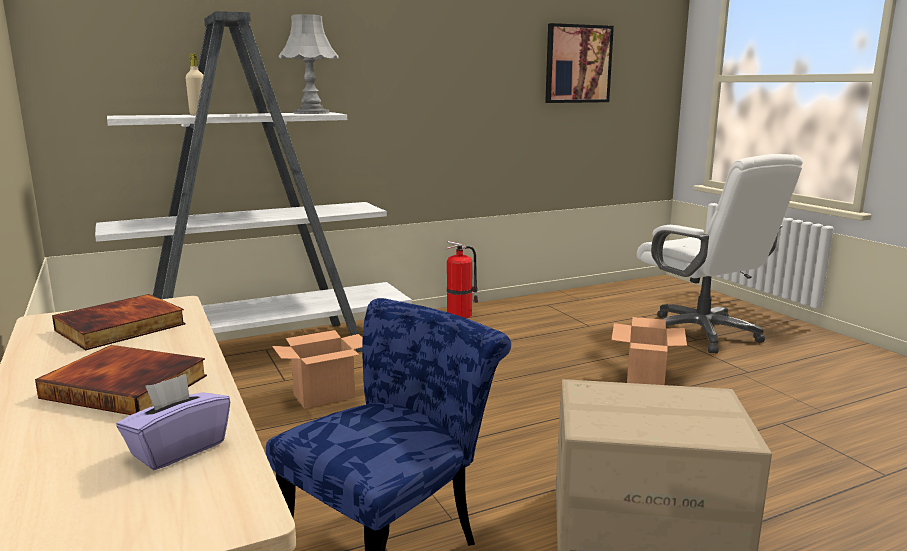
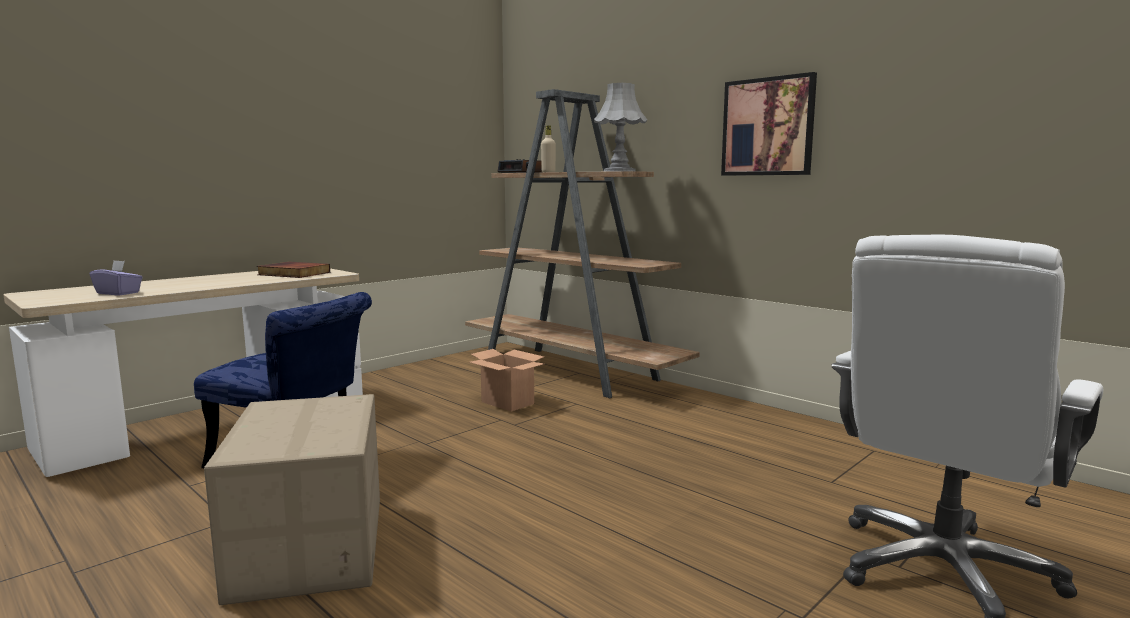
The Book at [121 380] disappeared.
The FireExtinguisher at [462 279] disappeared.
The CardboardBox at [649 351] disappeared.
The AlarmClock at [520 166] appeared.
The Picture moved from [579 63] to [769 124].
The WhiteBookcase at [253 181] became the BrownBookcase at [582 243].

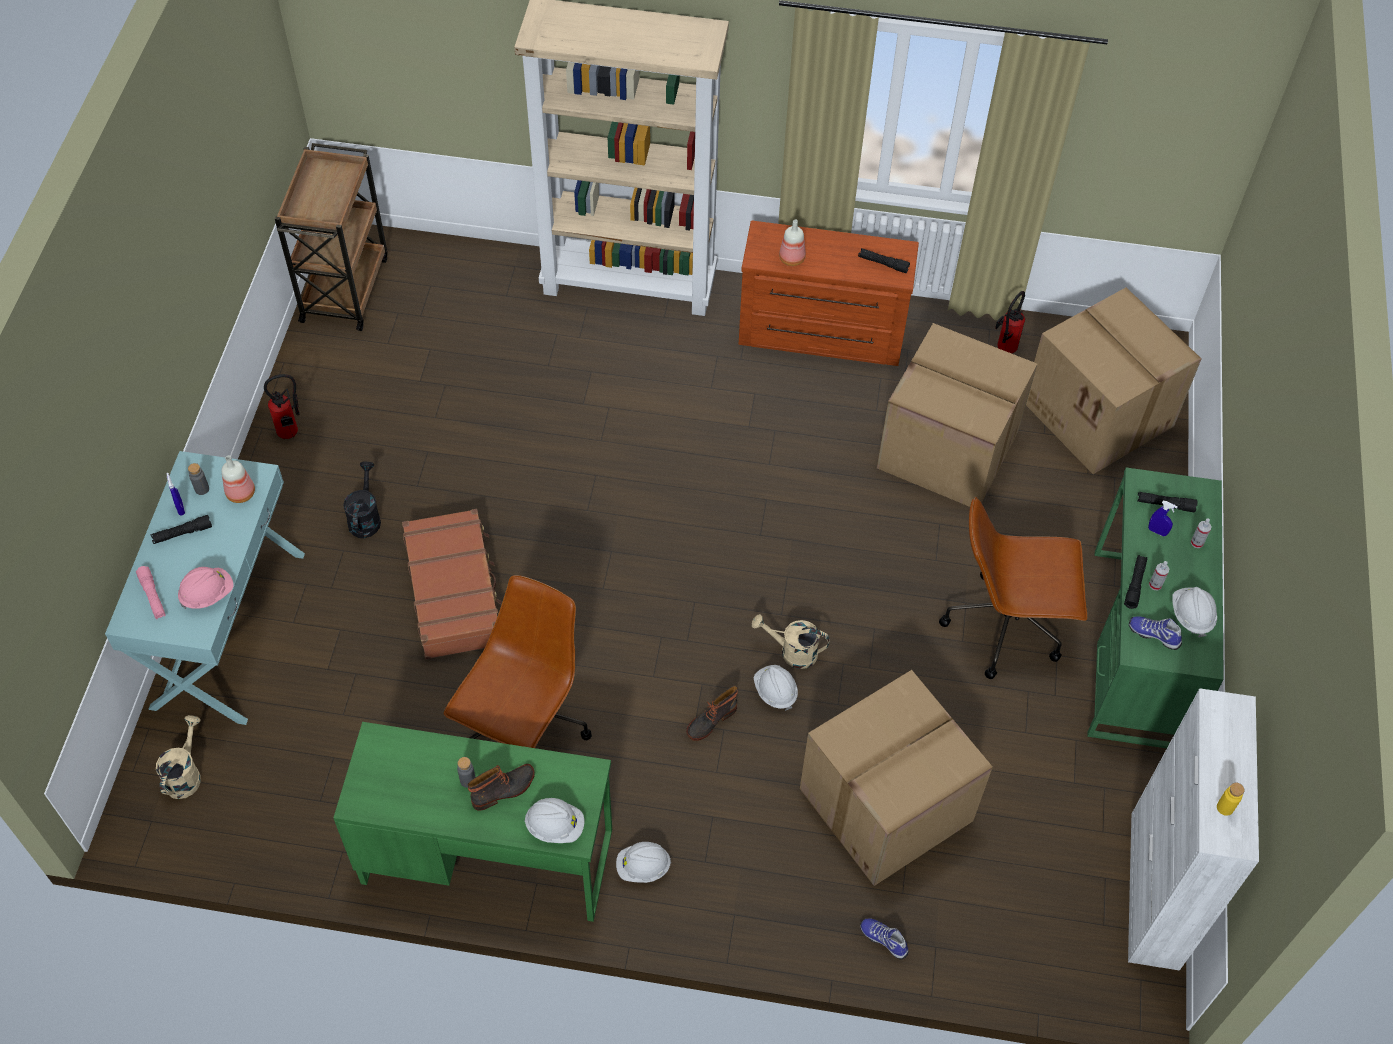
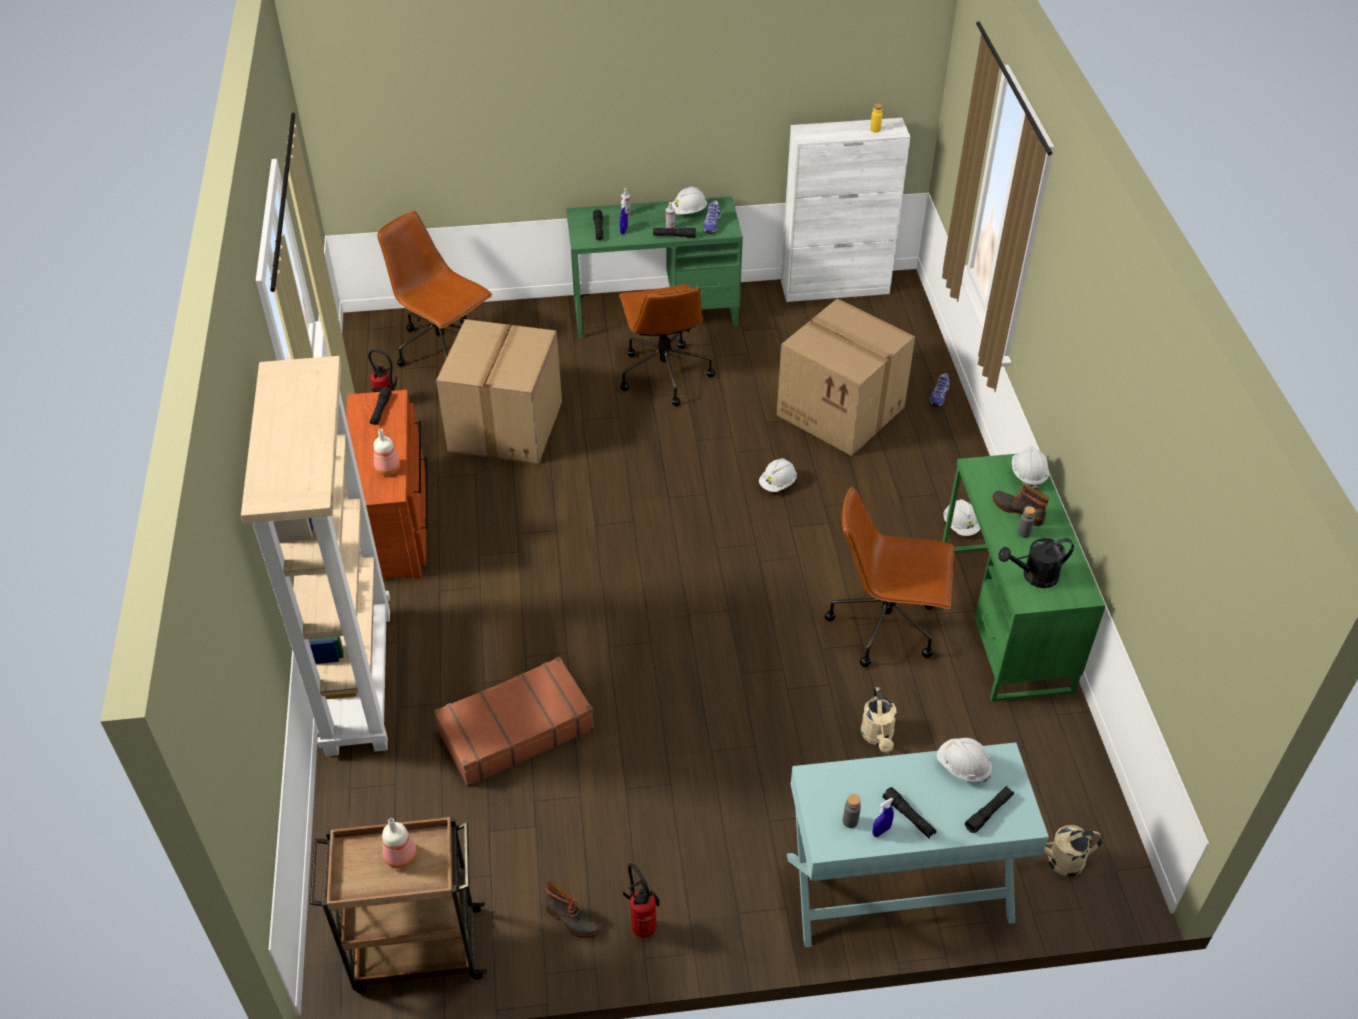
The Bottle moved from [238 479] to [399 843].
The BlackWateringCan moved from [362 500] to [1036 563].
The BrownSuitcase moved from [452 584] to [514 721].
The Boot moved from [712 713] to [573 909].
The BeigeWateringCan moved from [791 641] to [879 720].
The CardboardBox at [1113 381] was replaced by the BrownOfficeChair at [434 288].
The PinkFlashlight at [151 592] became the BlackFlashlight at [989 809].
The PinkHardHat at [205 588] became the WhiteHardHat at [964 760].

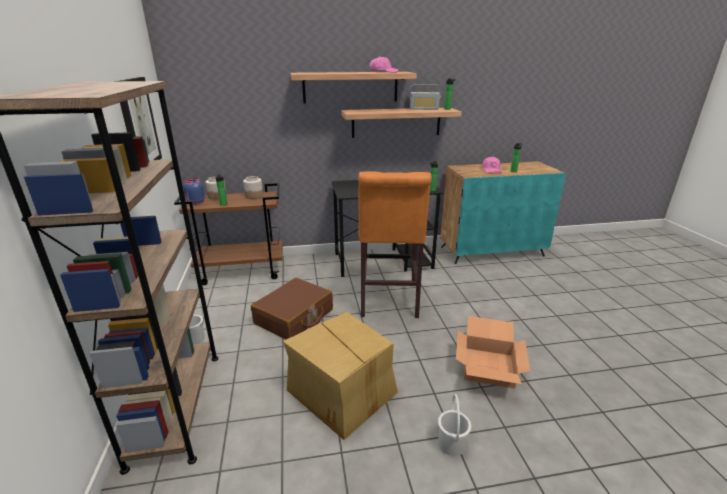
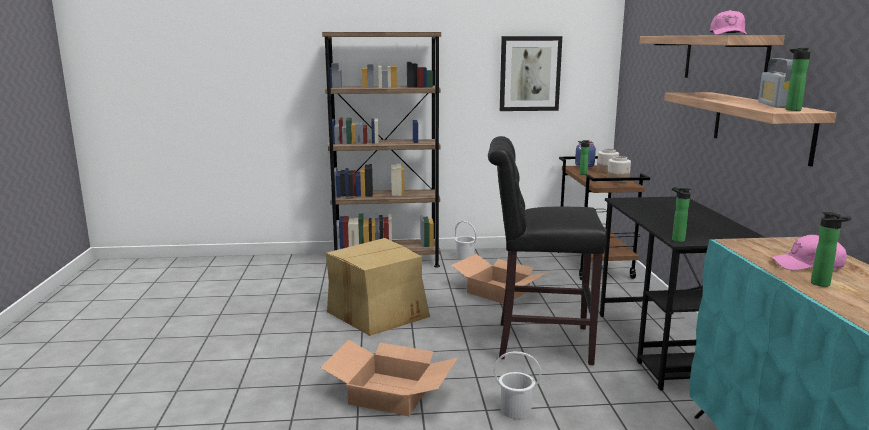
The WhiteBucket moved from [454 425] to [517 385].
The BrownSuitcase at [292 309] was replaced by the CardboardBox at [499 279].
The OrangeStool at [395 245] became the BlackStool at [547 251].

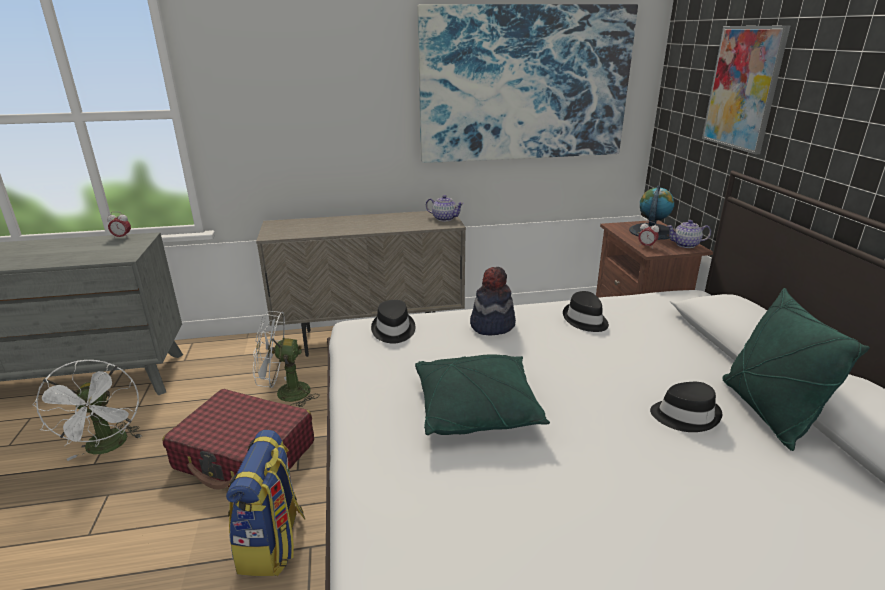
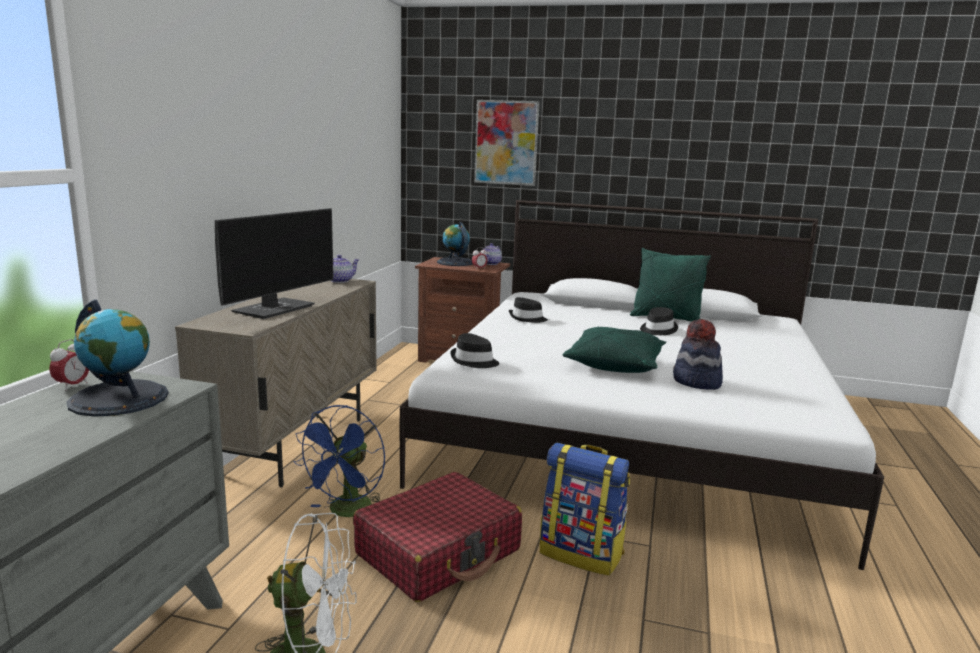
The Picture at [528 83] disappeared.
The Globe at [117 358] appeared.
The Monitor at [274 263] appeared.
The Hat moved from [493 301] to [698 354].
The WhiteFan at [286 359] became the BlueFan at [339 461].

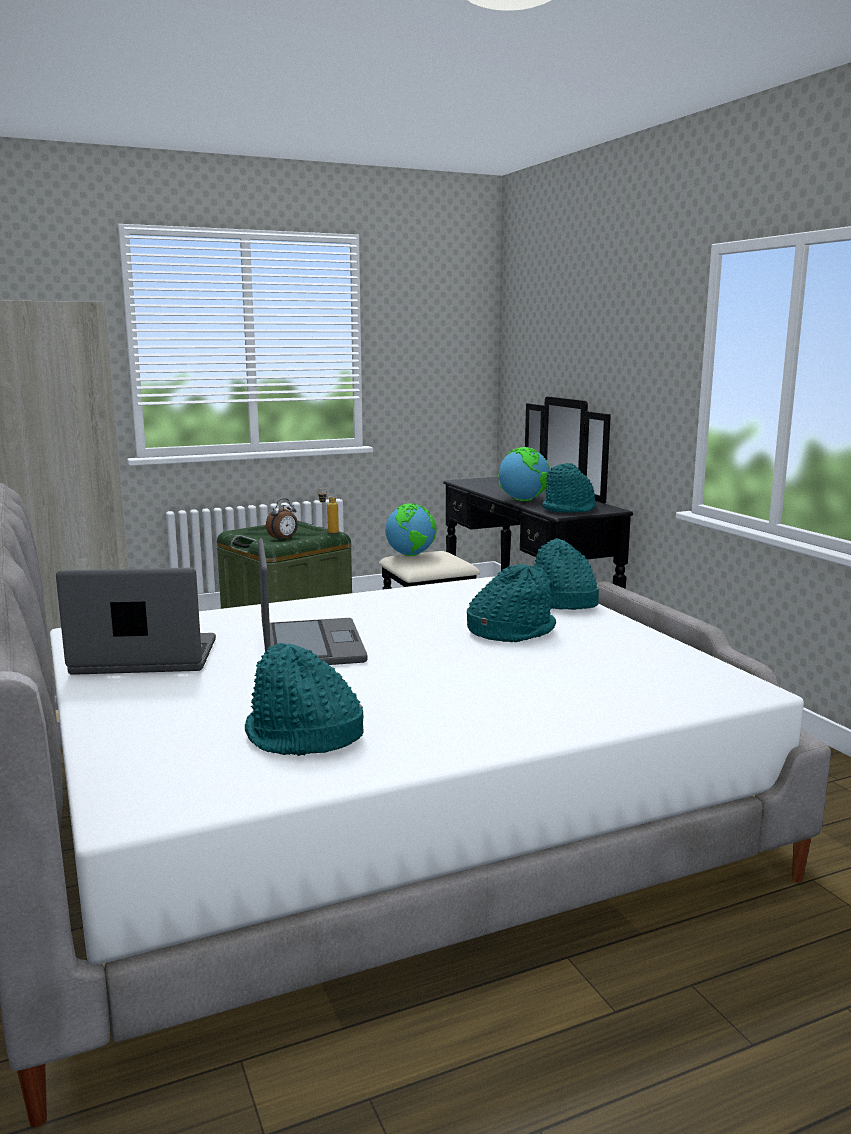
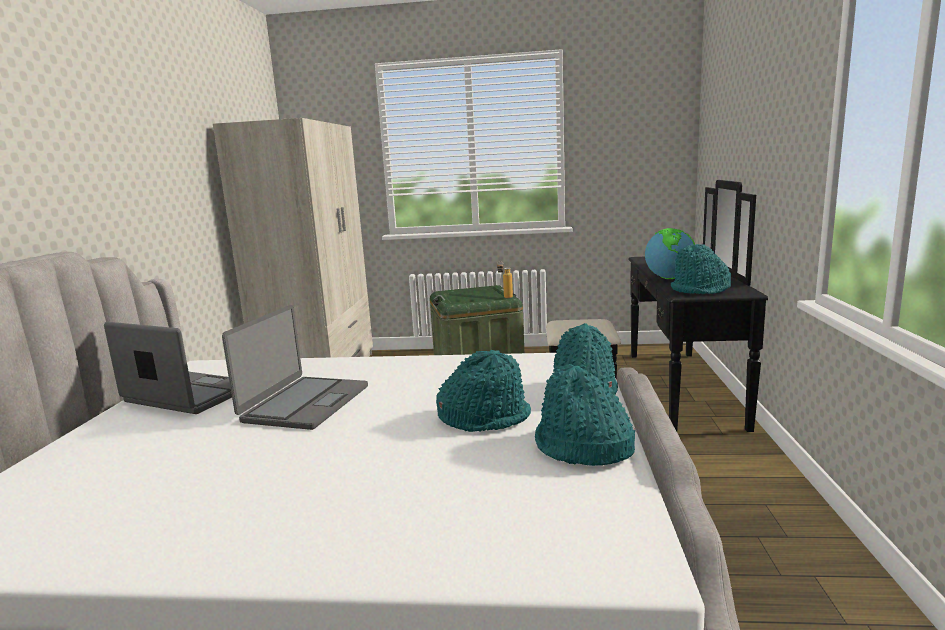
The AlarmClock at [282 519] disappeared.
The Globe at [411 530] disappeared.
The TurquoiseHat moved from [304 699] to [585 415].

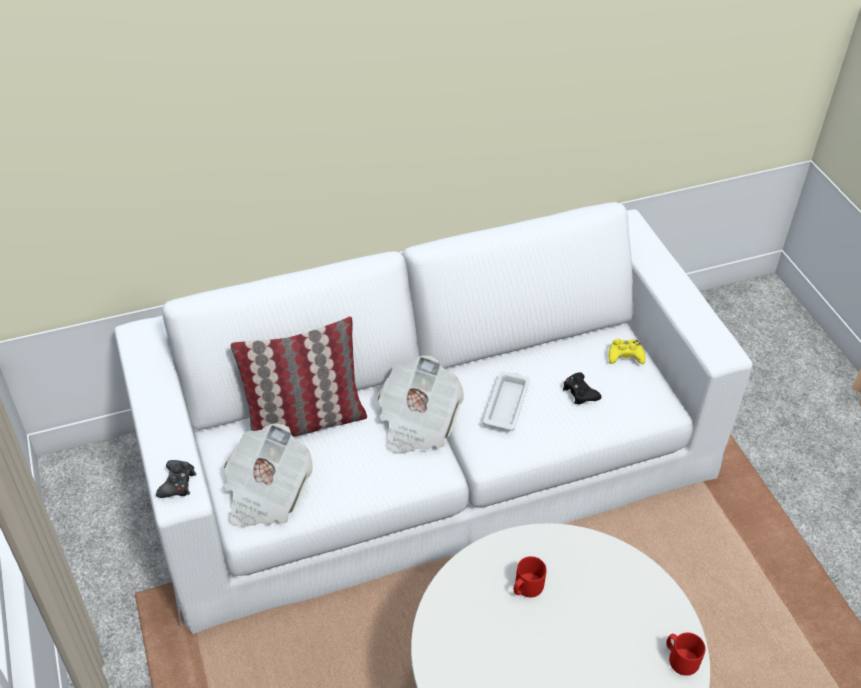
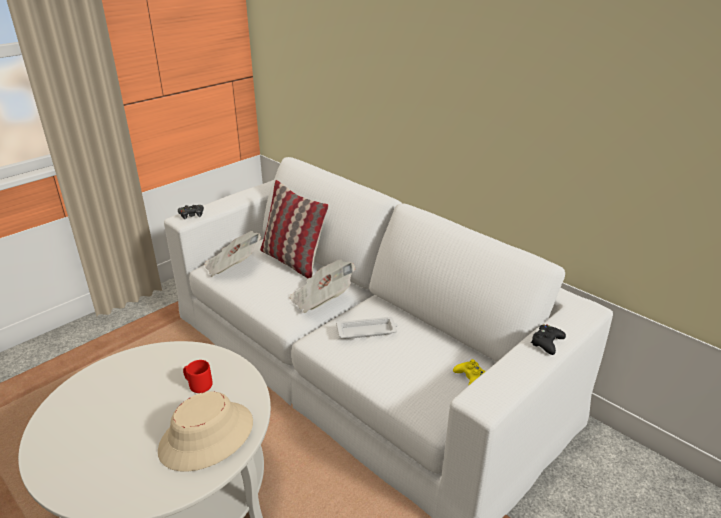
The RedMug at [685 654] disappeared.
The BeigeHat at [205 431] appeared.
The BlackGameController moved from [582 388] to [548 339].

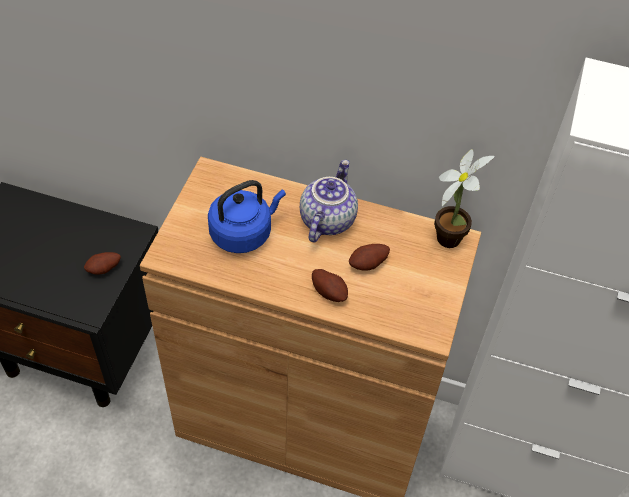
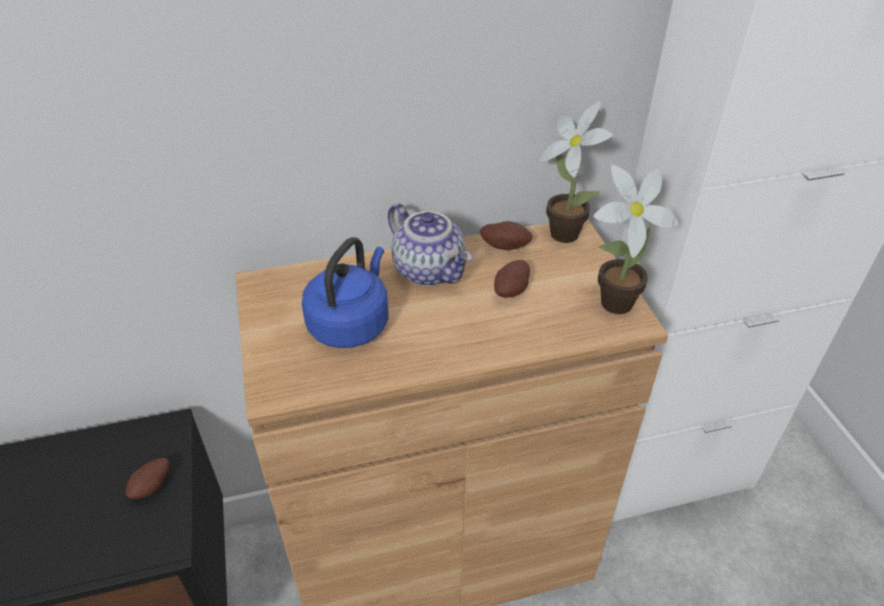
The PottedPlant at [636 239] appeared.
The Potato moved from [330 285] to [506 235].
The Teapot at [329 201] turned 150 degrees clockwise.

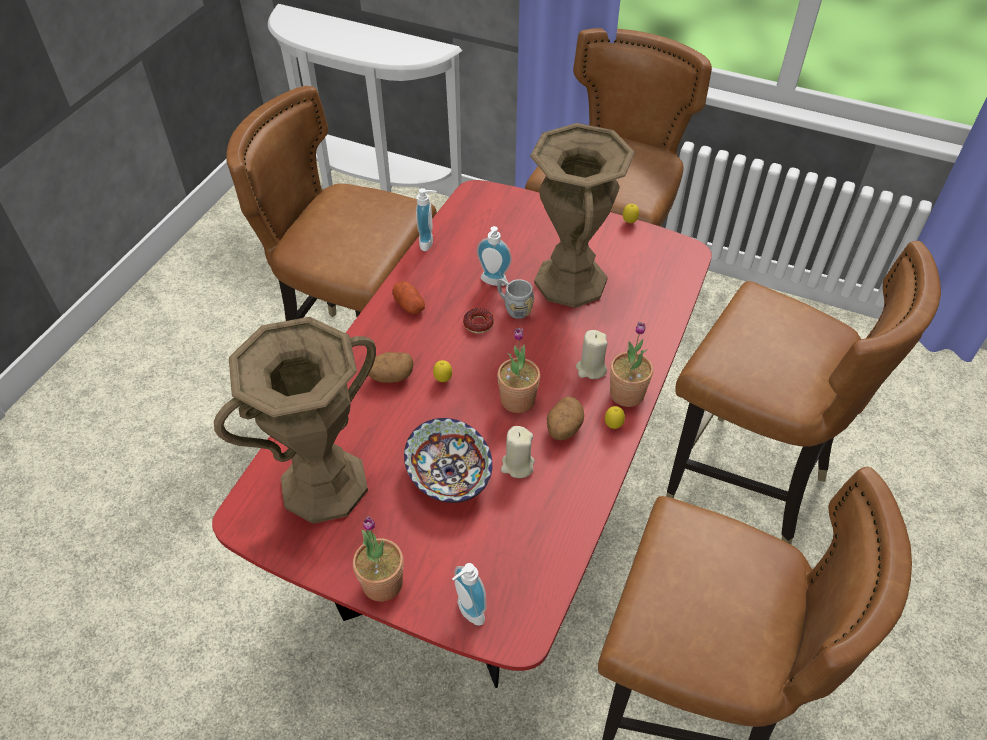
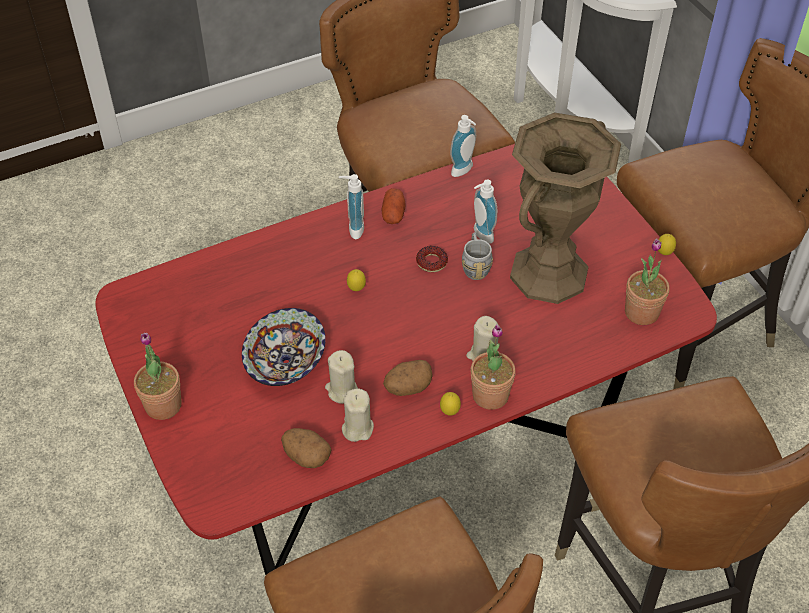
The BrownVase at [295 420] disappeared.
The BeigeCandle at [358 415] appeared.
The Potato moved from [390 367] to [306 448].
The SoapDispenser moved from [469 594] to [351 206].
The PottedPlant moved from [518 370] to [647 281].

